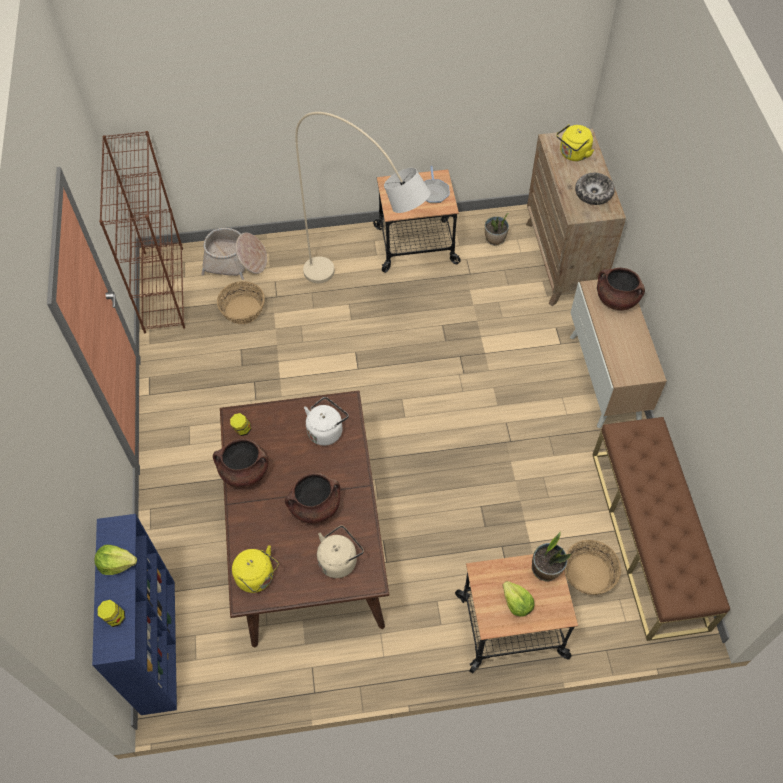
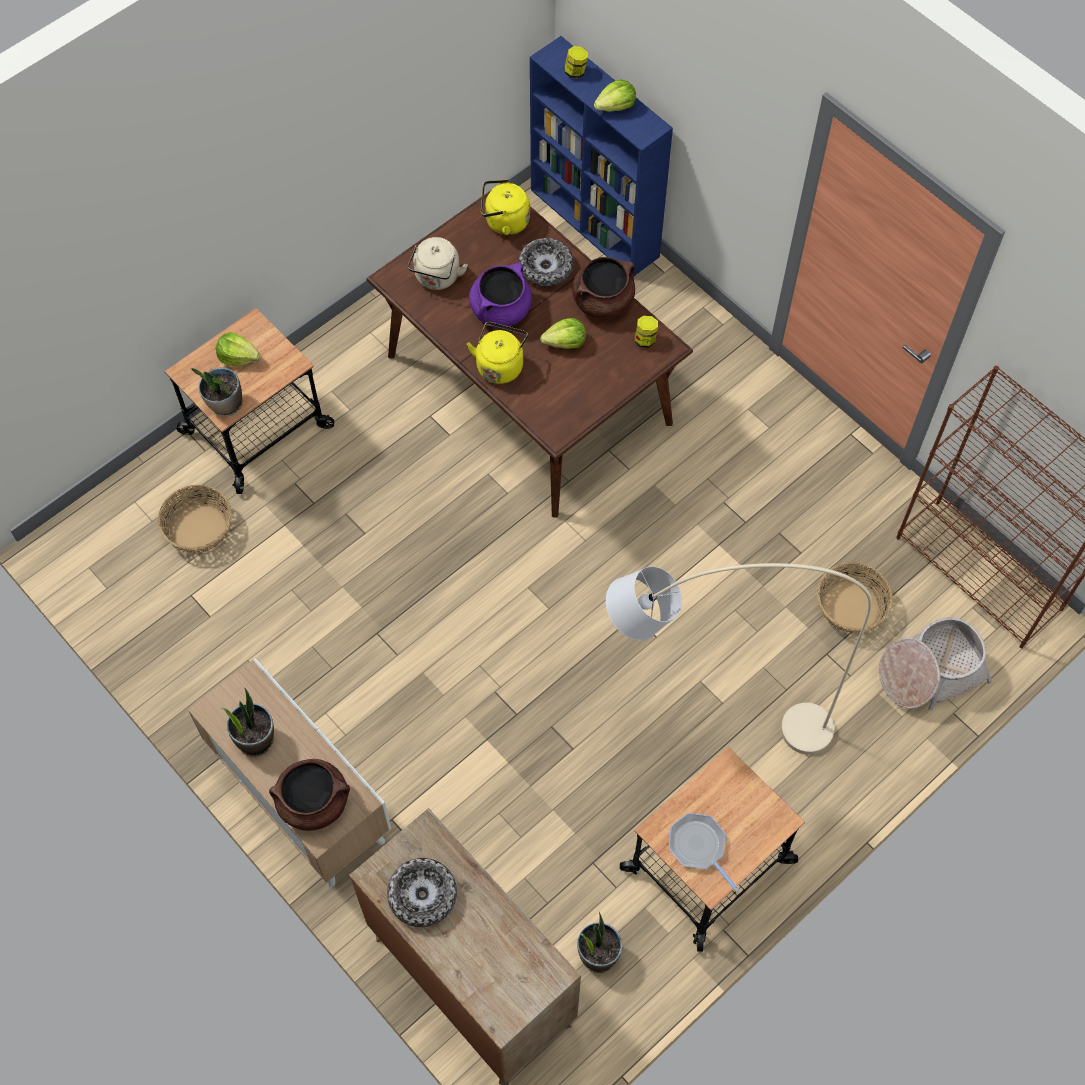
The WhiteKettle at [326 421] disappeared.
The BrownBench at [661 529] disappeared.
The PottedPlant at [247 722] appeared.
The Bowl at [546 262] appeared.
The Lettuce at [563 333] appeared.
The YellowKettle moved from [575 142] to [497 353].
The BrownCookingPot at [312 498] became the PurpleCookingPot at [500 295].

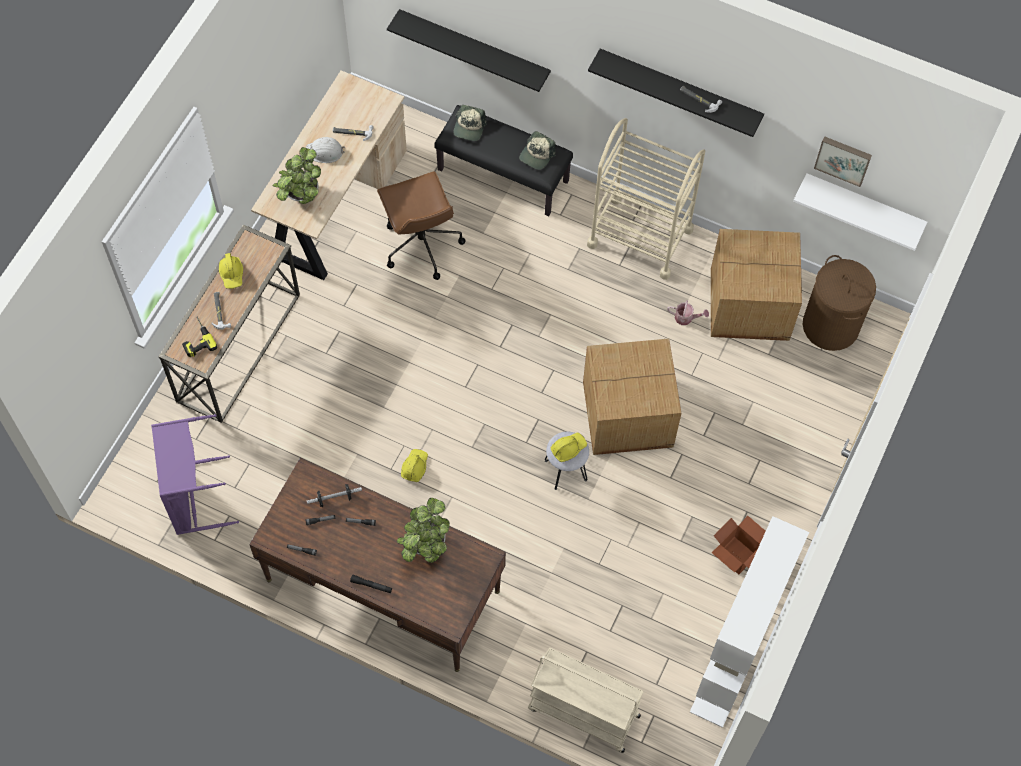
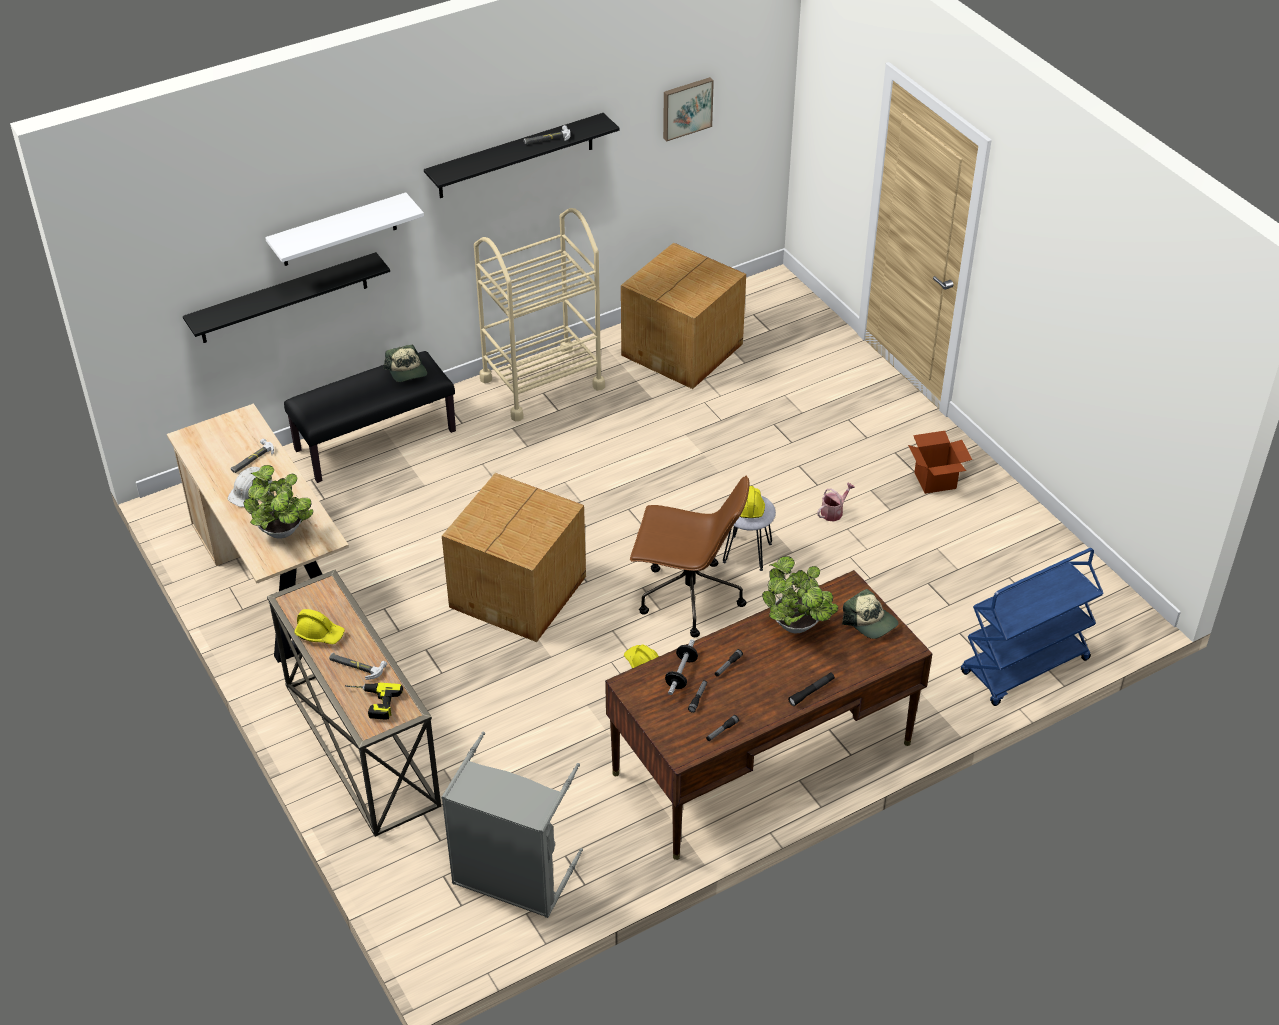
The WhiteBookcase at [749 622] disappeared.
The BrownLaundryBasket at [839 303] disappeared.
The BrownOfficeChair moved from [421 225] to [689 556].
The Cap moved from [470 123] to [870 614].
The CardboardBox moved from [632 397] to [514 557].
The WateringCan moved from [688 312] to [836 502].
The WhiteShelf moved from [860 212] to [344 229].
The PurpleLaundryBasket at [195 474] became the GreyLaundryBasket at [512 825].
The BeigeCart at [586 700] became the BlueCart at [1032 627].

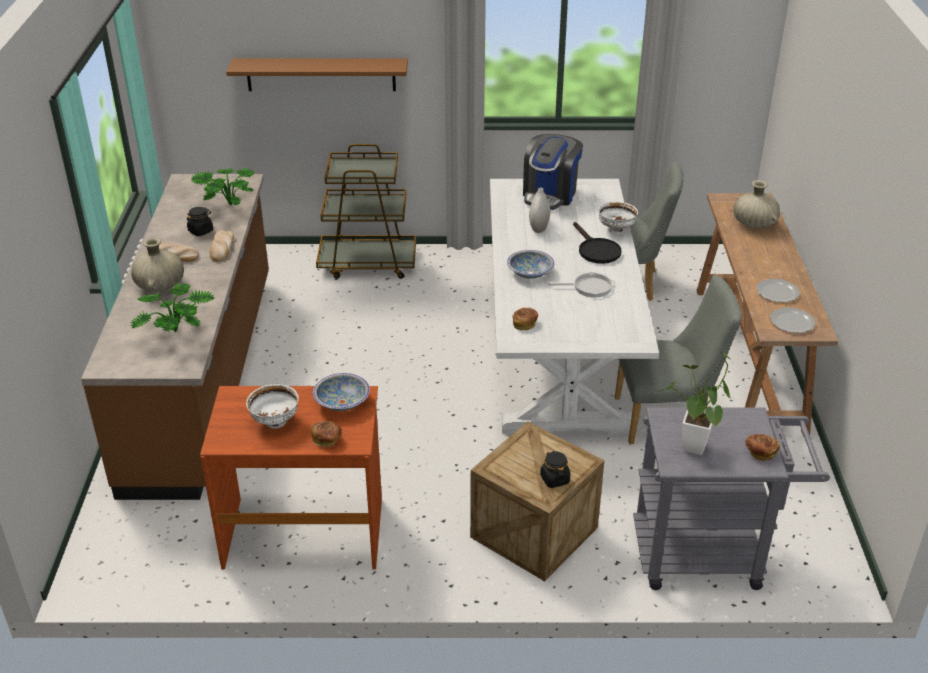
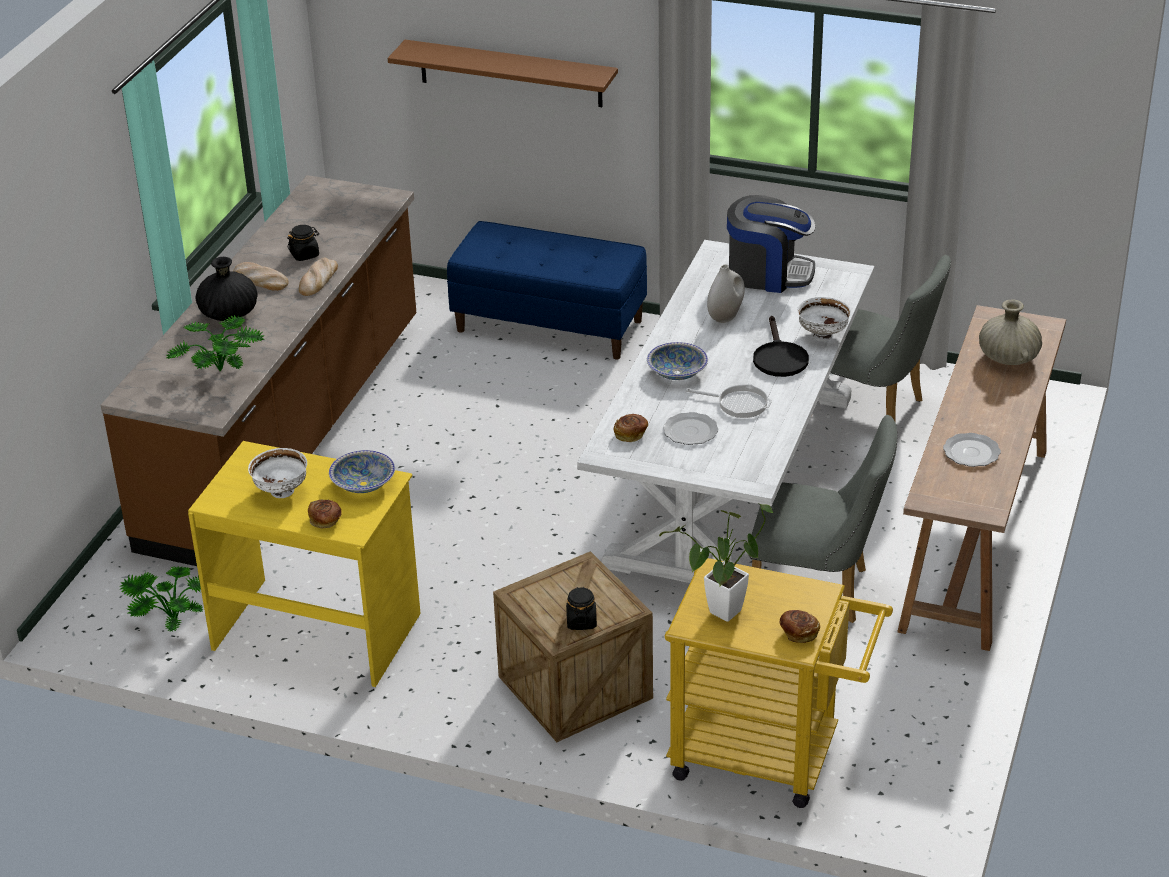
The PottedPlant moved from [223 187] to [161 599].
The Plate moved from [793 320] to [690 428].
The BrownCart at [366 211] was replaced by the BlueBench at [547 290].
The BeigeVase at [157 264] became the BlackVase at [227 289].
The BrownDesk at [291 477] became the YellowDesk at [304 564].
The GreyCart at [731 498] became the YellowCart at [779 683].
The CoffeeMachine at [553 172] turned 120 degrees counterclockwise.

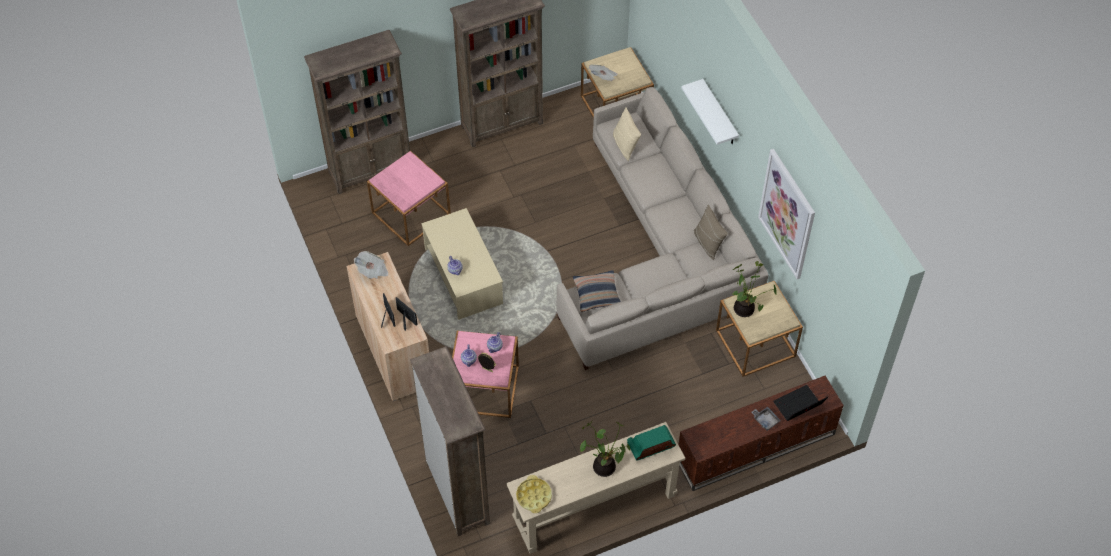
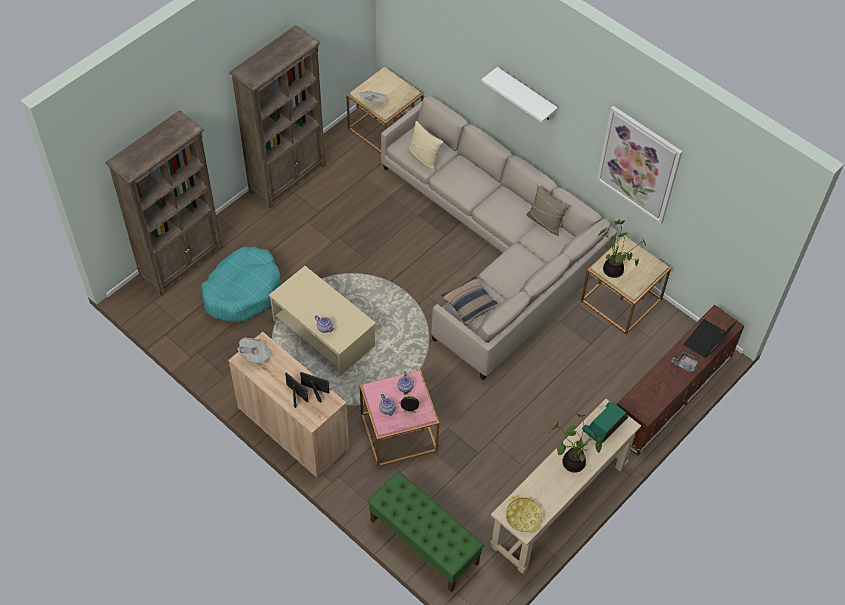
The PinkSideTable at [409 198] was replaced by the TurquoiseDogBed at [241 284].
The BrownBookcase at [450 441] was replaced by the GreenBench at [425 531].

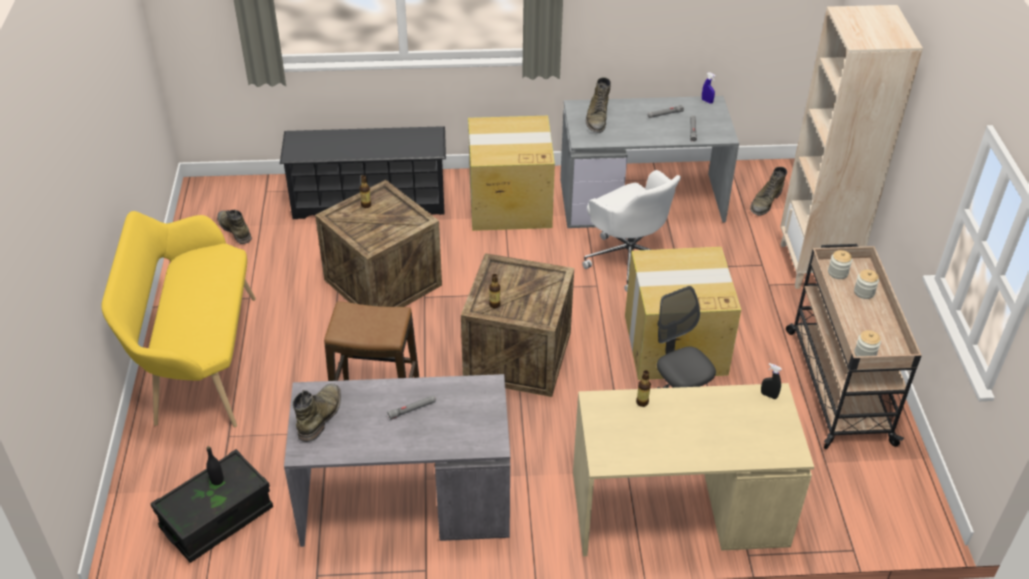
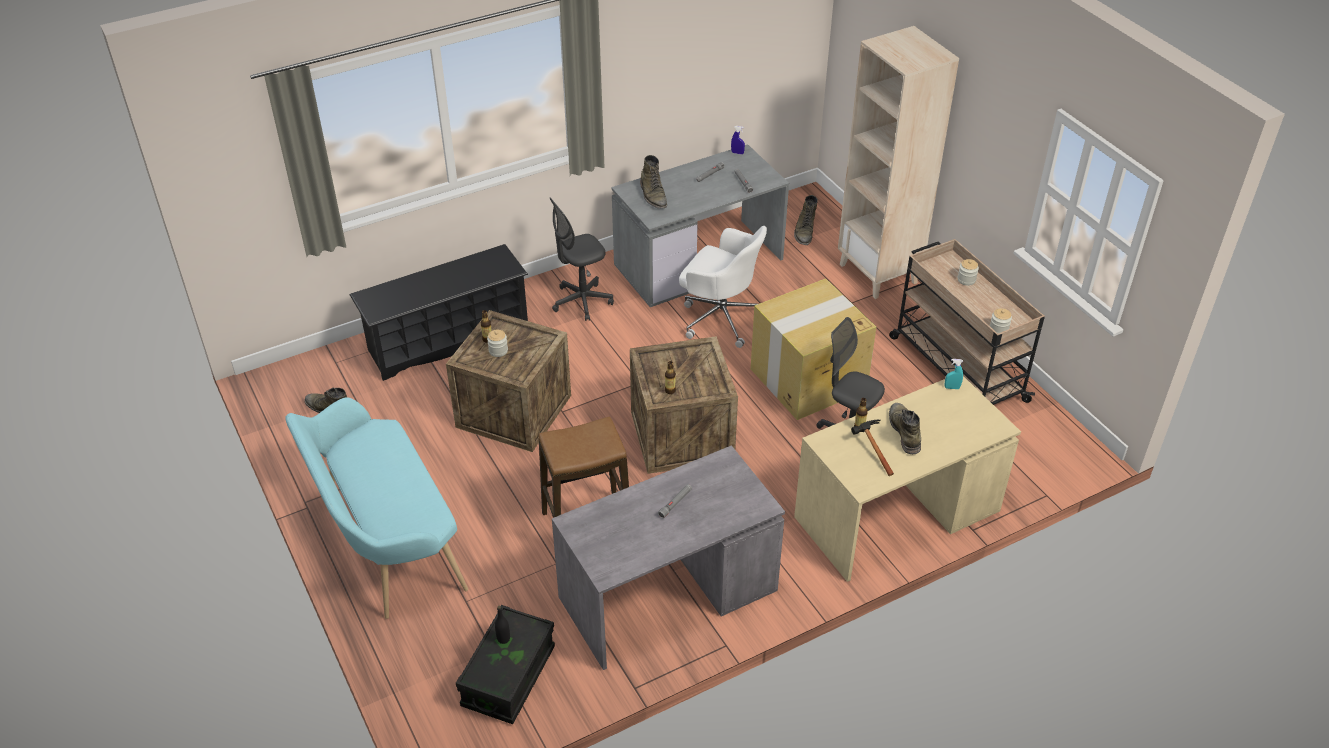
The Hammer at [872 448] appeared.
The GreenBoot moved from [317 412] to [905 428].
The Jar moved from [840 264] to [497 343].
The CardboardBox at [511 173] was replaced by the GreyOfficeChair at [582 259].
The YellowBench at [178 319] became the TurquoiseBench at [376 508].
The BlackSprayBottle at [771 381] became the TurquoiseSprayBottle at [953 374].

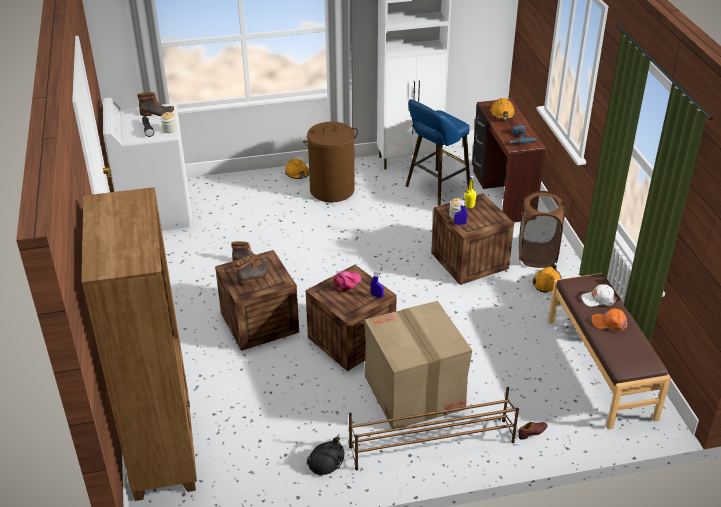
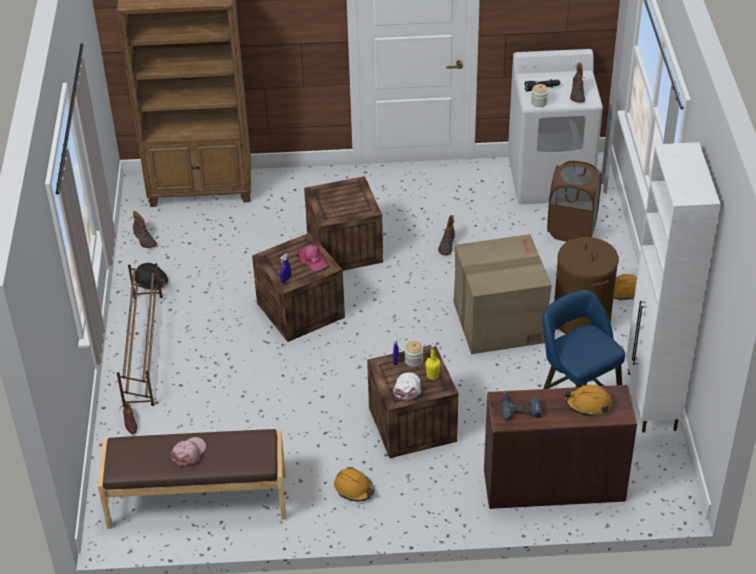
The Boot moved from [253 271] to [145 229].
The CardboardBox moved from [418 365] to [502 294].
The BrownLaundryBasket moved from [542 229] to [574 201].
The WhiteCap moved from [599 295] to [407 386].
The OrangeCap at [610 320] became the PinkCap at [188 452].

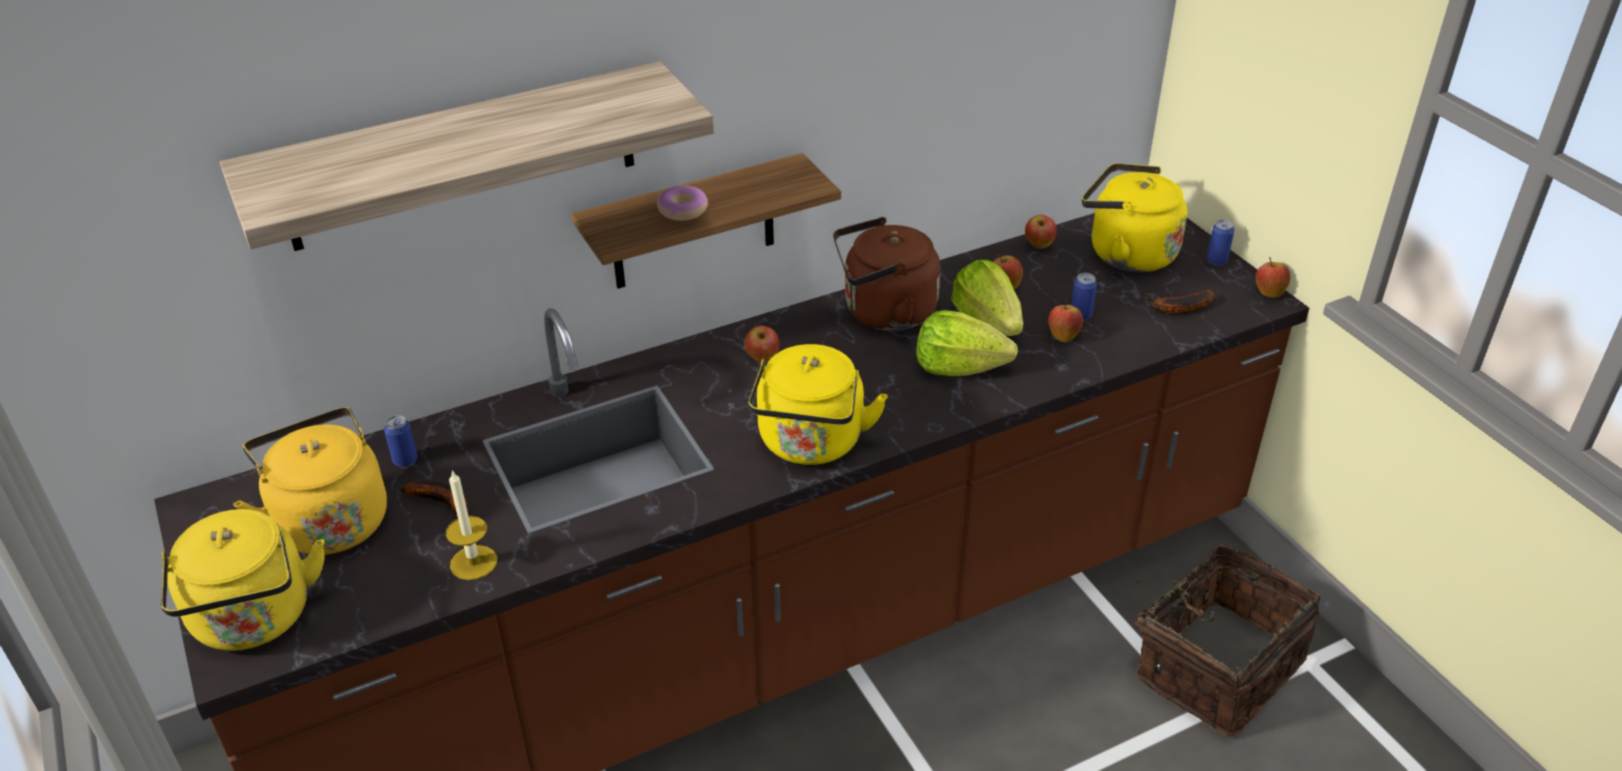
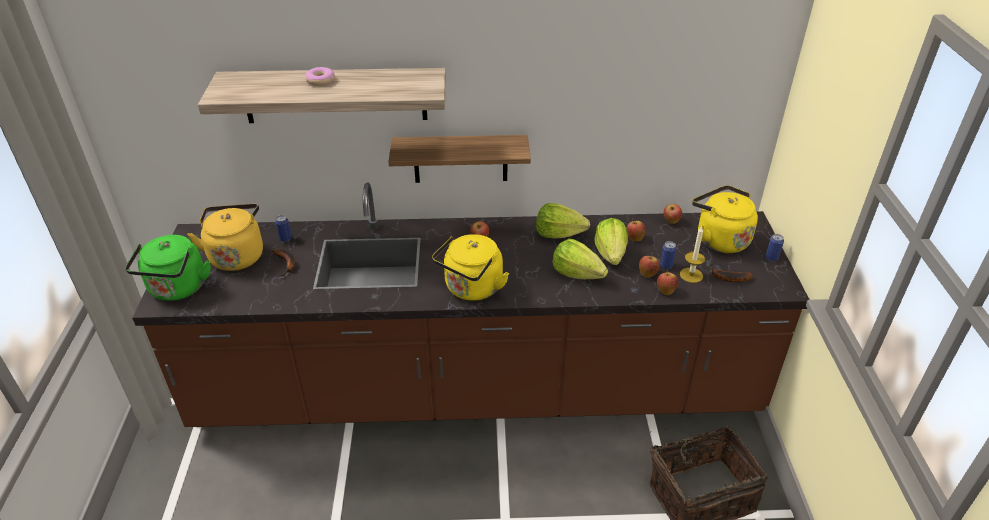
The Candle moved from [471 525] to [692 254].
The Donut moved from [682 203] to [320 76].
The Apple moved from [1273 277] to [667 282].
The BrownKettle at [886 274] was replaced by the Lettuce at [563 221].
The YellowKettle at [243 580] became the GreenKettle at [168 268].

